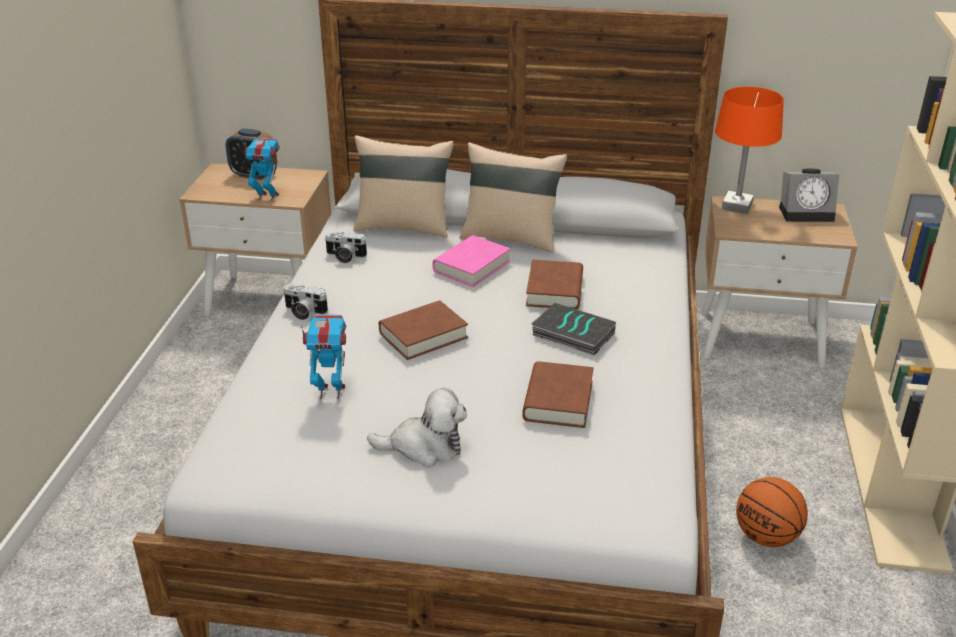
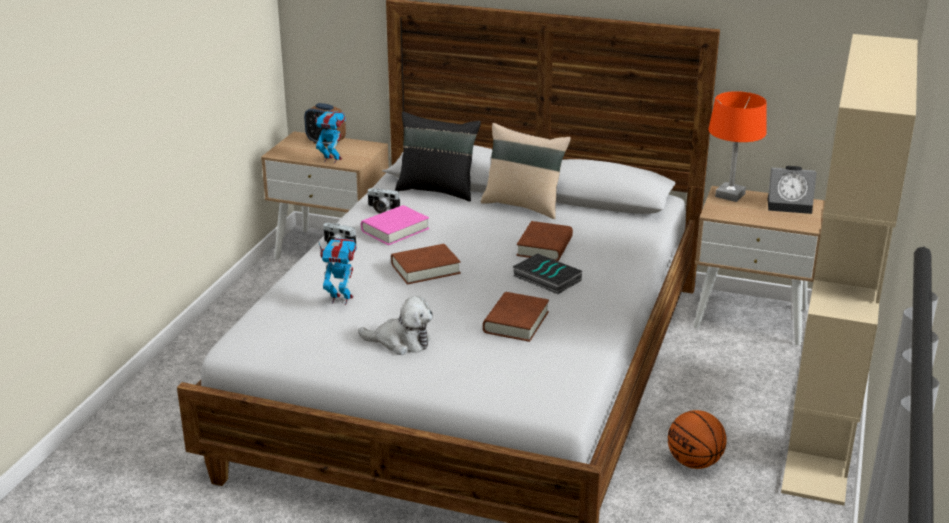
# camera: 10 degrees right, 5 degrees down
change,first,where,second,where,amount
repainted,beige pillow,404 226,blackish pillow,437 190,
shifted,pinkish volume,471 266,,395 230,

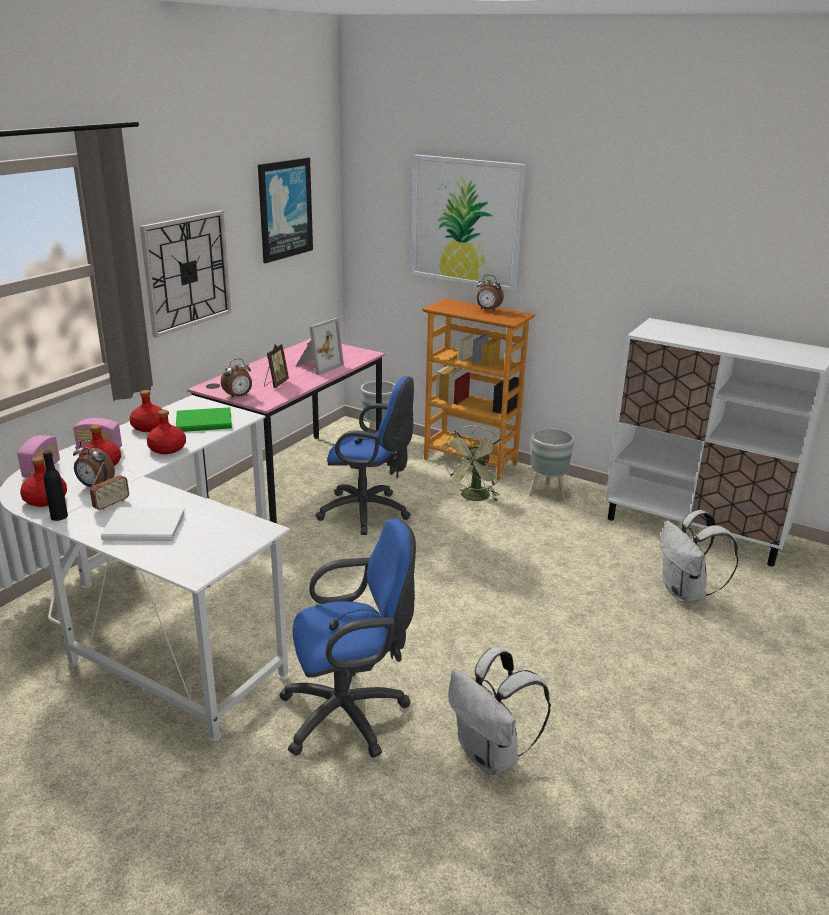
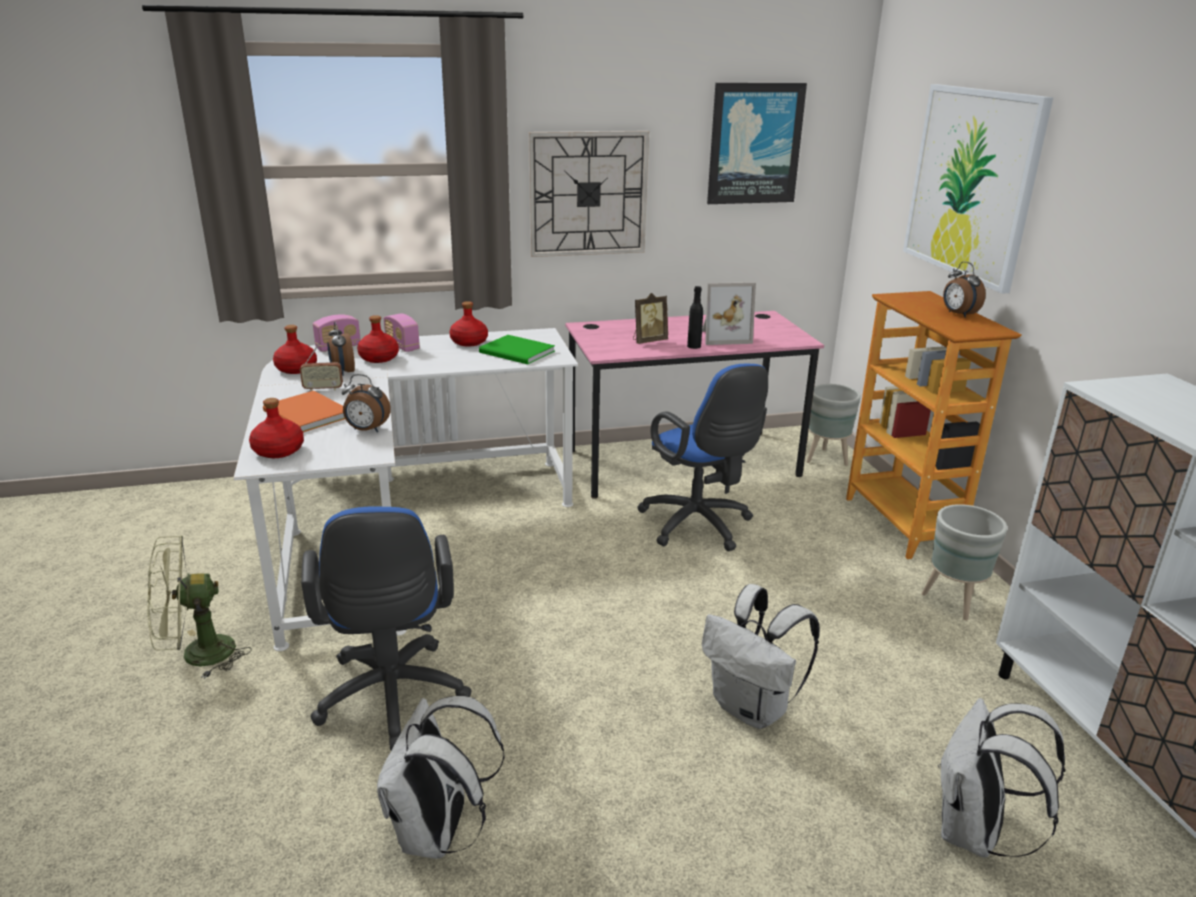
# camera: 45 degrees right, 0 degrees up
change,first,where,second,where,amount
shifted,alarm clock,238 396,,366 430,
shifted,red-coloured beverage bottle,167 449,,278 451,
shifted,greenish electric fan,474 498,,197 656,
shifted,blackish beverage bottle,59 516,,694 346,
repainted,white volume,146 528,orangey volume,306 415,
rotated,blue-coloured office chair,351 714,,392 701,45 degrees clockwise
new,,,white rucksack,752 708,

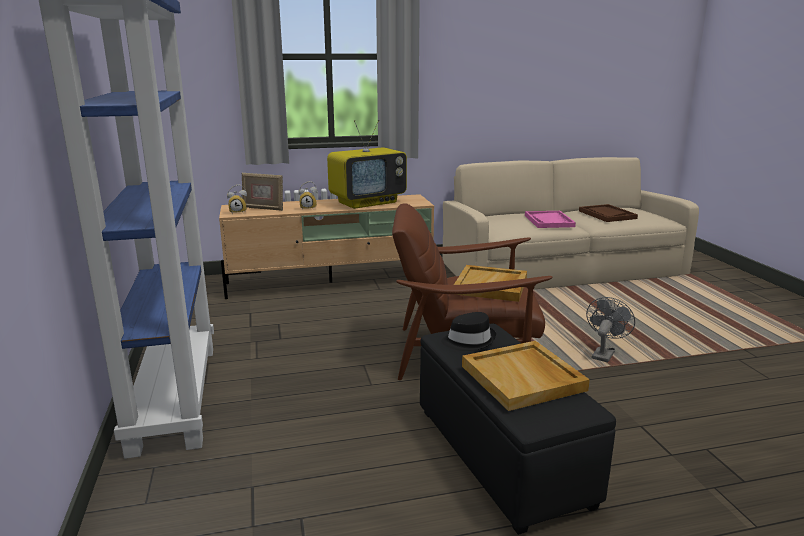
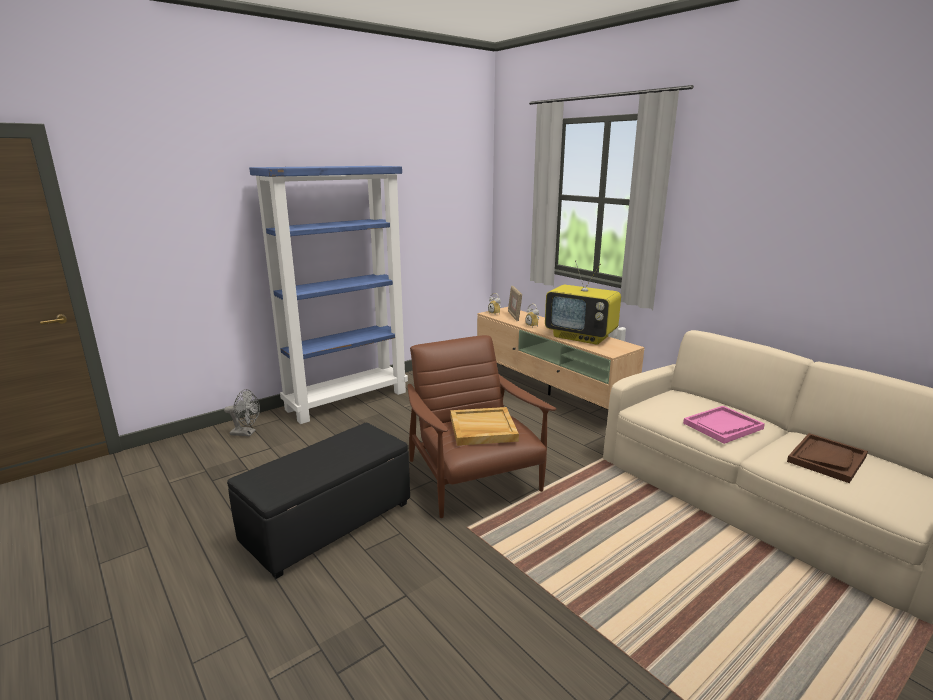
# camera: 65 degrees right, 0 degrees up
change,first,where,second,where,amount
shifted,grey electric fan,603 354,,246 433,
gone,blackish hat,469 341,,,
gone,beige tray,524 378,,,

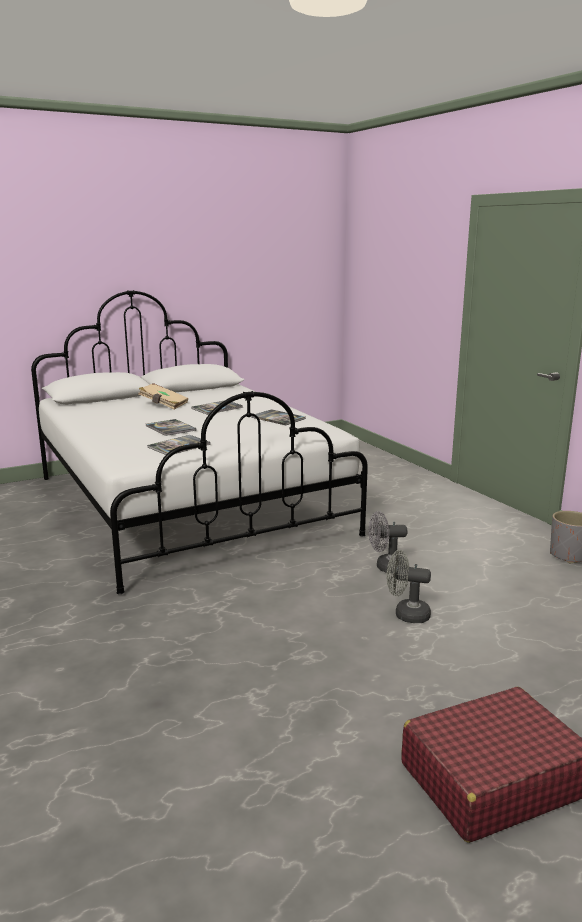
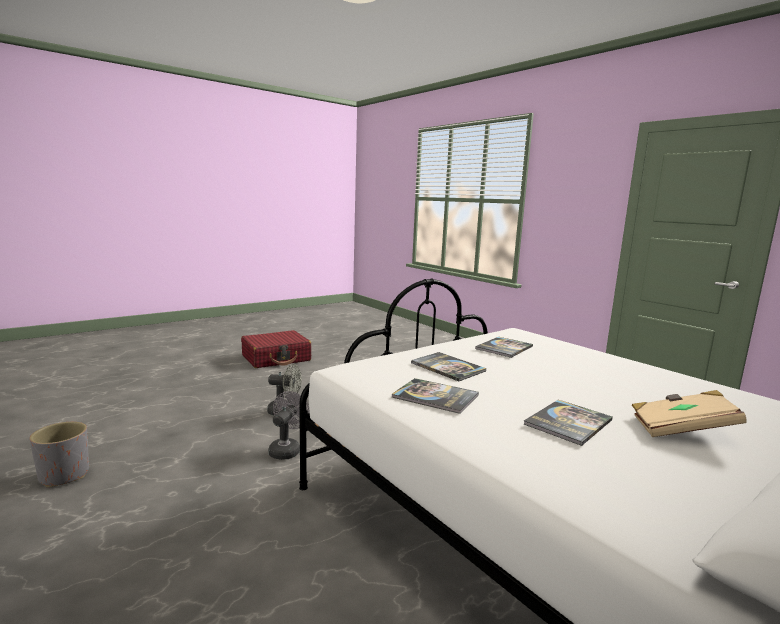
# camera: 170 degrees right, 5 degrees down
change,first,where,second,where,amount
shifted,volume,170 428,,448 367,
rotated,grey electric fan,386 567,,286 449,60 degrees counterclockwise

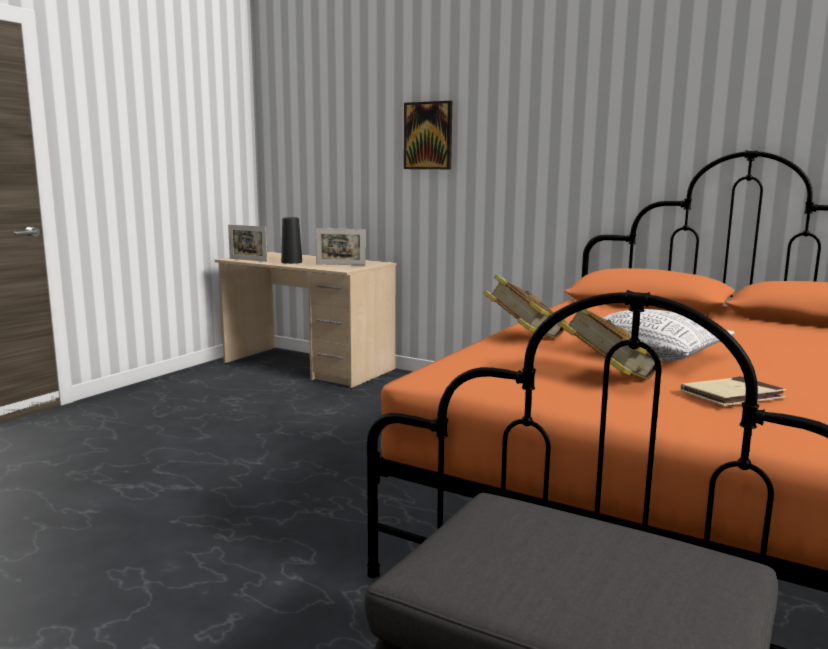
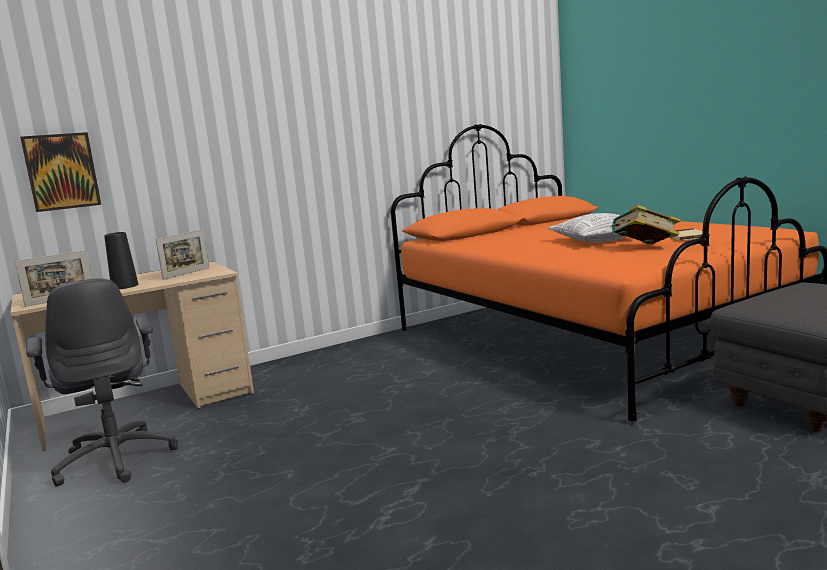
# camera: 60 degrees left, 0 degrees up
change,first,where,second,where,amount
shifted,wall art,428 135,,61 171,
gone,volume,523 337,,,
new,,,grey office chair,117 459,

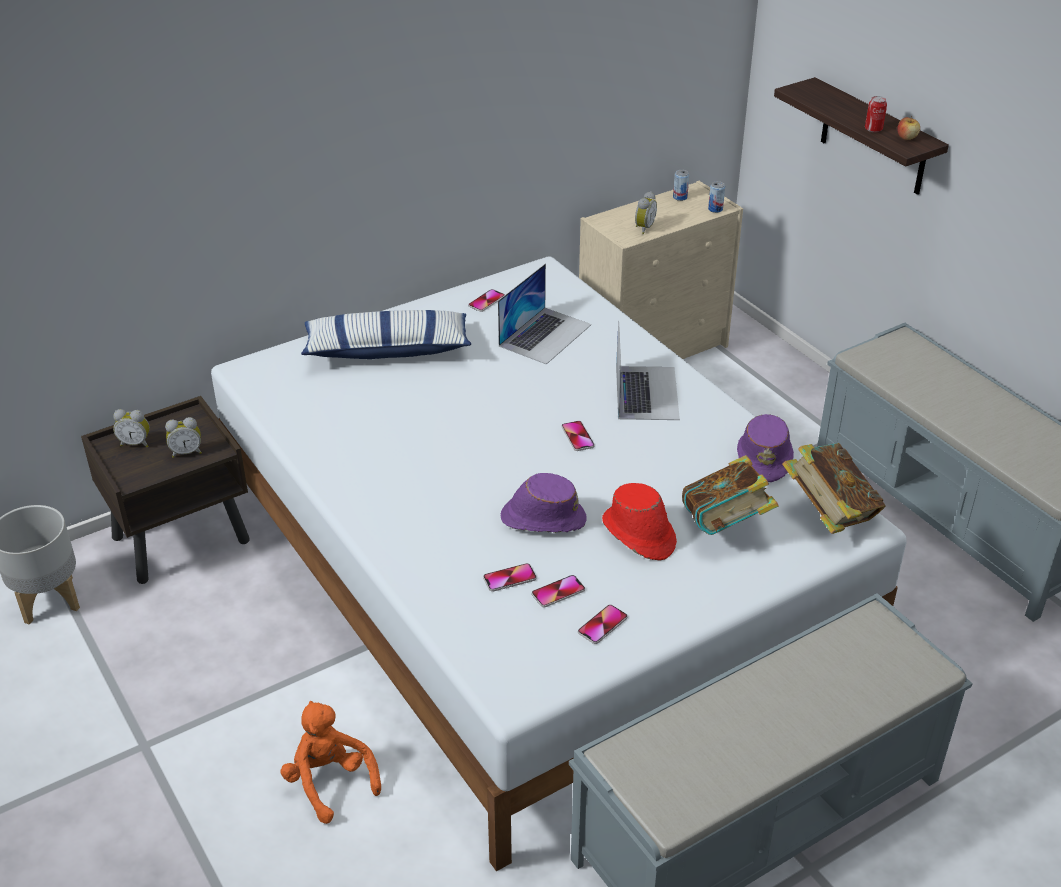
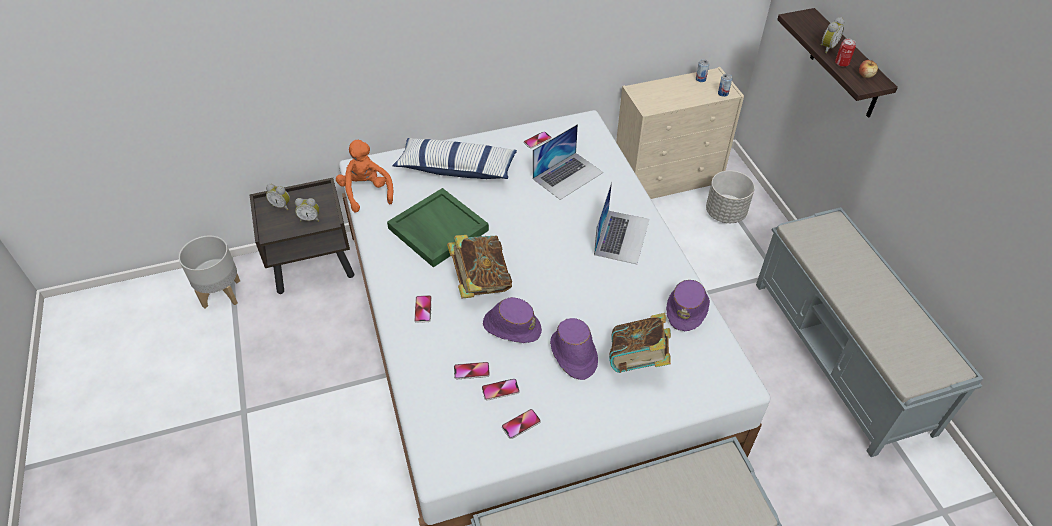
# camera: 15 degrees right, 10 degrees up
change,first,where,second,where,amount
shifted,alarm clock,643 228,,827 47,
shifted,telephone,577 437,,423 309,
shifted,volume,829 513,,480 281,
repainted,red-coloured hat,638 535,purple hat,573 355,
shifted,orangey soft toy,329 782,,366 192,
new,,,grey flower pot,725 213,
new,,,greenish tray,437 229,

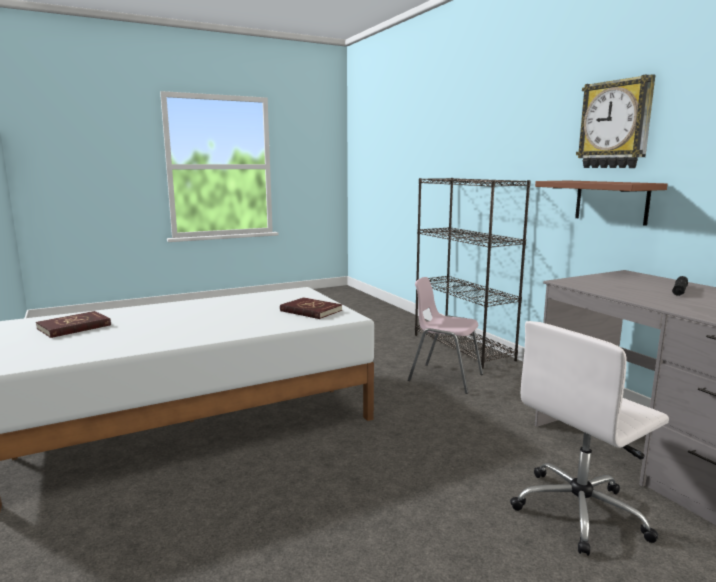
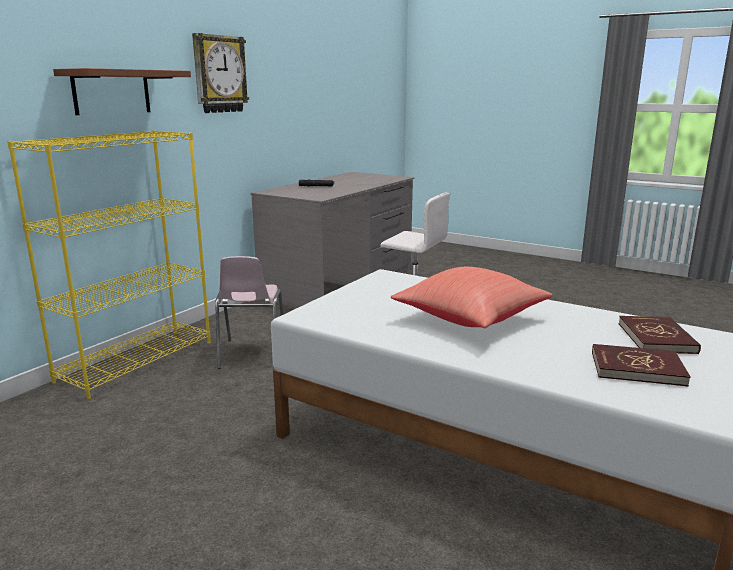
# camera: 120 degrees left, 5 degrees up
change,first,where,second,where,amount
repainted,blackish shelving unit,463 347,yellow shelving unit,137 361,
shifted,brownish shelf,611 201,,111 92,
shifted,red-coloured volume,310 311,,657 338,
new,,,red-coloured pillow,472 319,

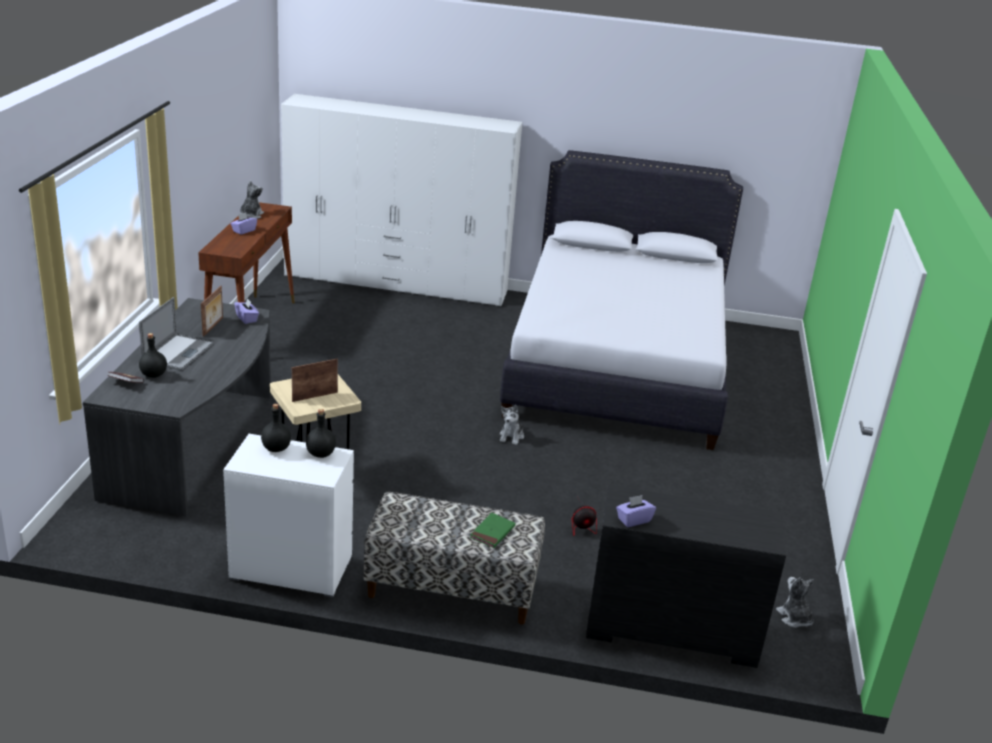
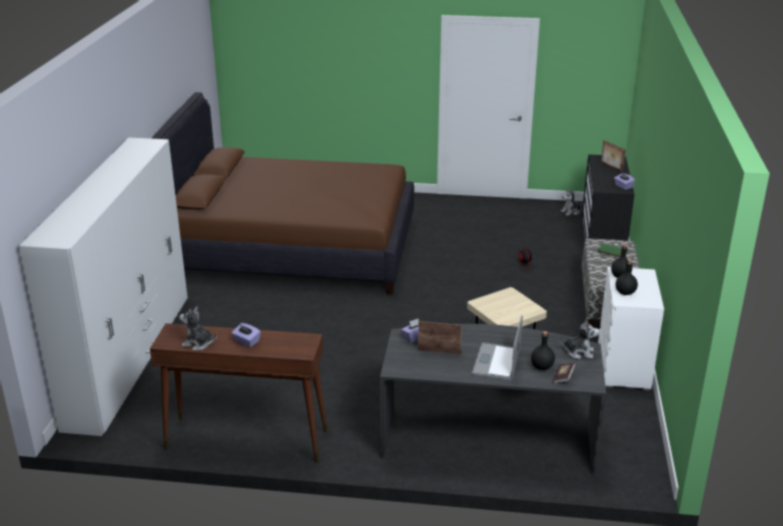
# camera: 90 degrees left, 0 degrees up
change,first,where,second,where,amount
repainted,white bedroom bed,616 364,brownish bedroom bed,294 249,
rotated,portable computer,178 352,,496 361,90 degrees counterclockwise
shifted,photo frame,314 396,,611 167,
shifted,soft toy,511 436,,579 352,

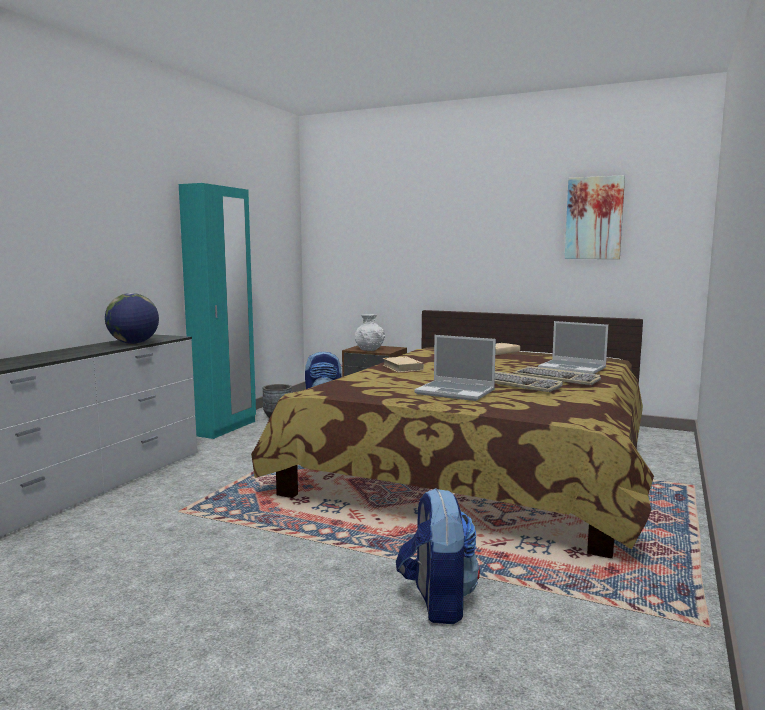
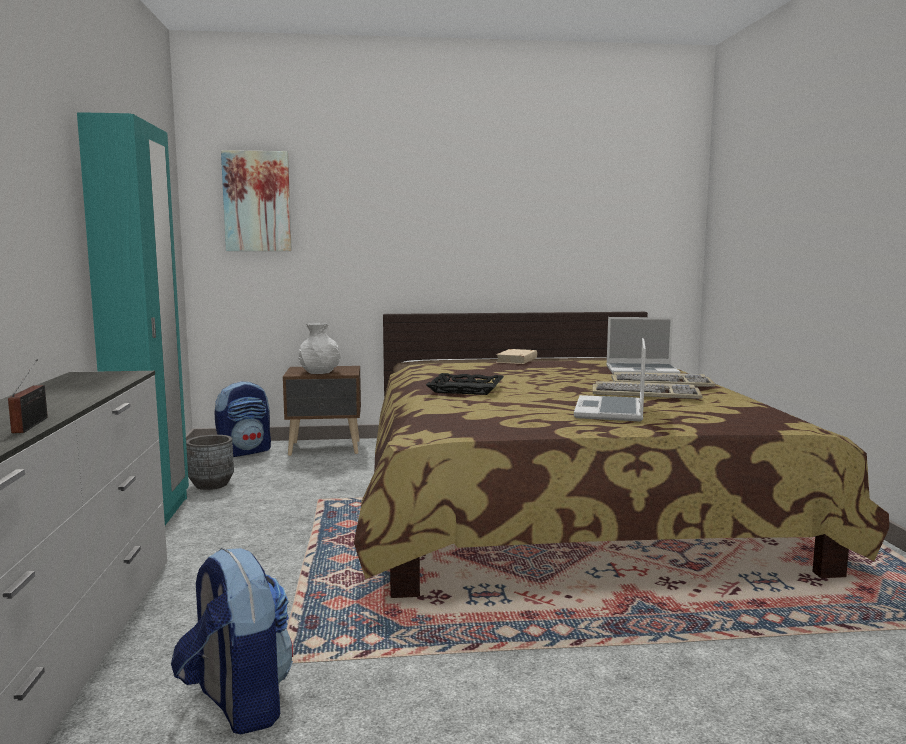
# camera: 30 degrees left, 0 degrees up
change,first,where,second,where,amount
shifted,wall art,594 218,,257 201,
gone,desk globe,134 343,,,
rotated,portable computer,456 392,,611 411,105 degrees clockwise
swapped,beige volume,402 367,blackish tray,466 389,
shifted,rucksack,437 601,,237 703,
new,,,radio set,32 424,

